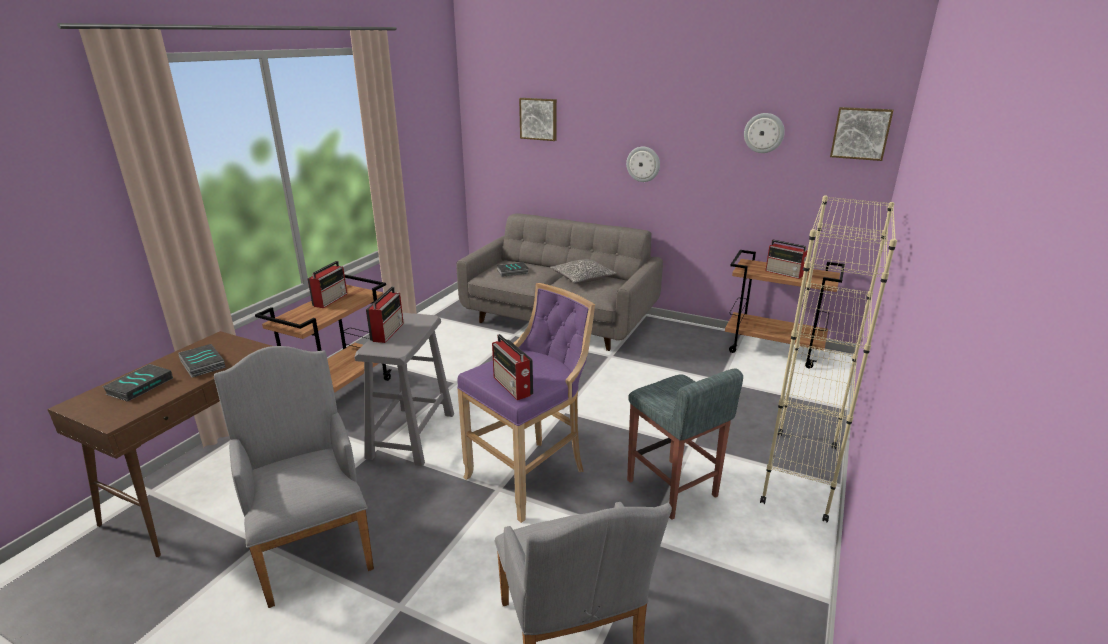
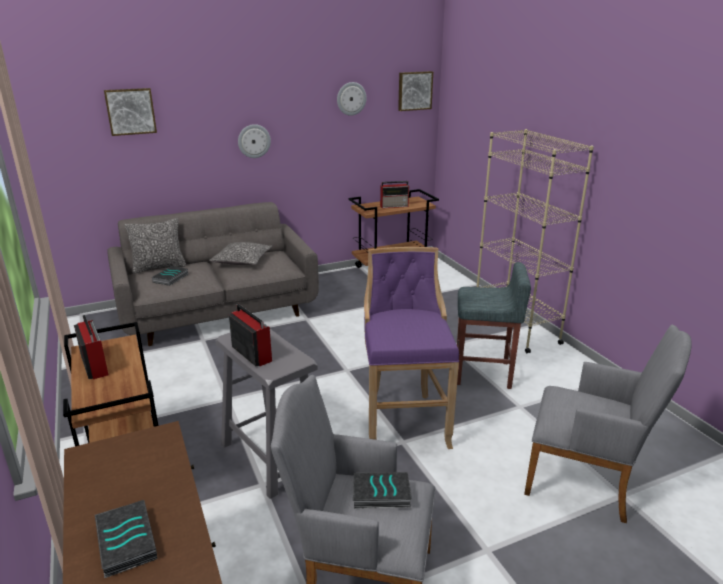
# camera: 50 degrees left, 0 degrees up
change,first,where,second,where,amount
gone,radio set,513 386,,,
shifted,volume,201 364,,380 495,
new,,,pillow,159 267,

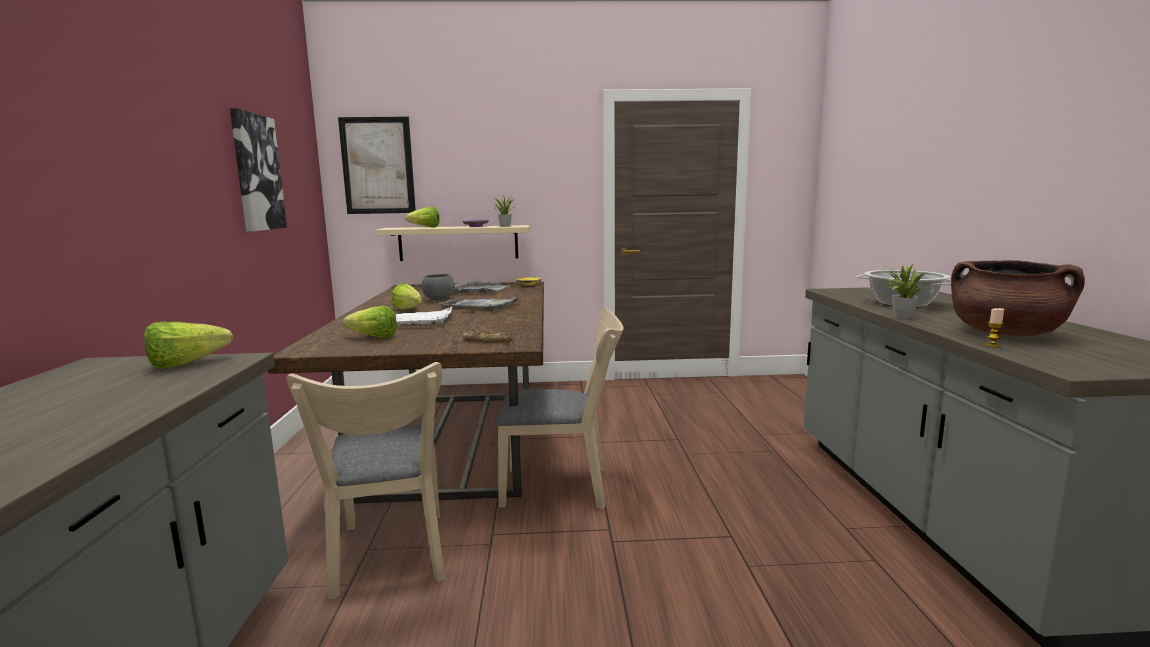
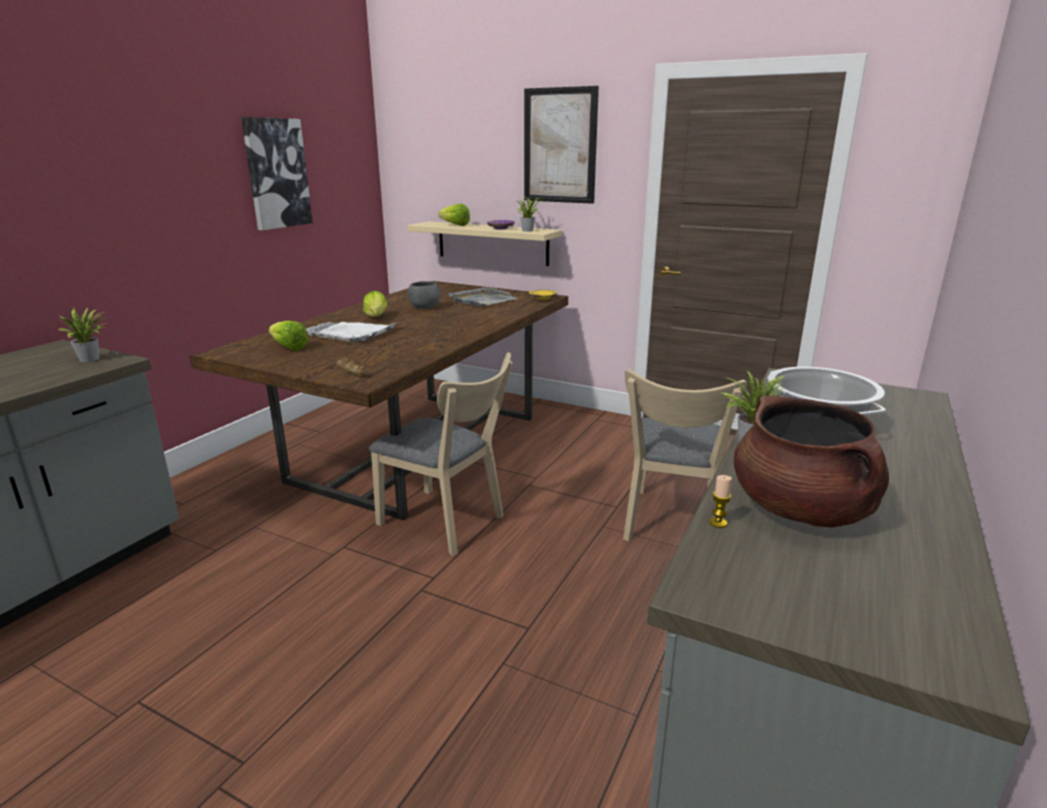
# camera: 30 degrees right, 10 degrees up
change,first,where,second,where,amount
shifted,wall art,378 166,,560 146,
gone,grey tray,480 306,,,
swapped,lettuce,194 363,houseplant,92 359,
shifted,beige upright chair,390 559,,670 525,

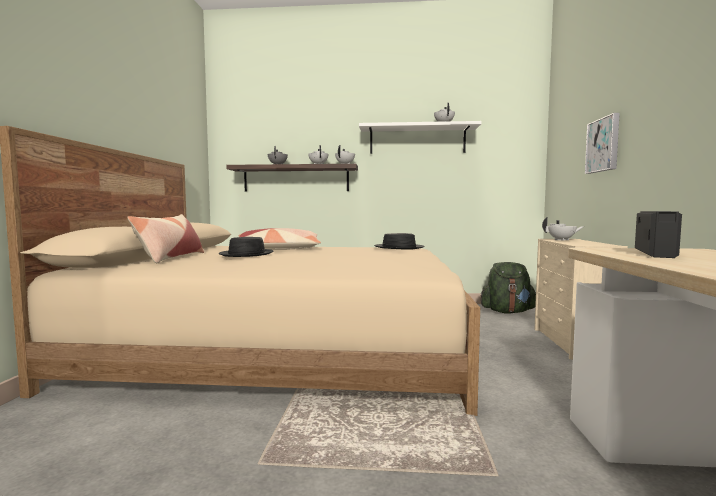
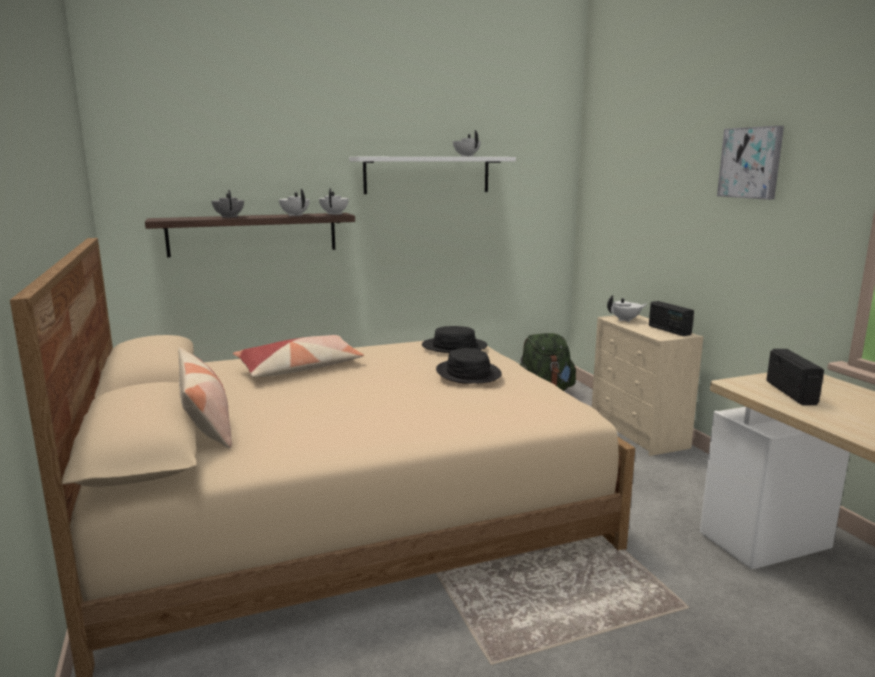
# camera: 25 degrees left, 10 degrees up
change,first,where,second,where,amount
shifted,wall art,603 145,,751 163,
shifted,blackish hat,246 254,,468 373,
new,,,radio set,669 330,

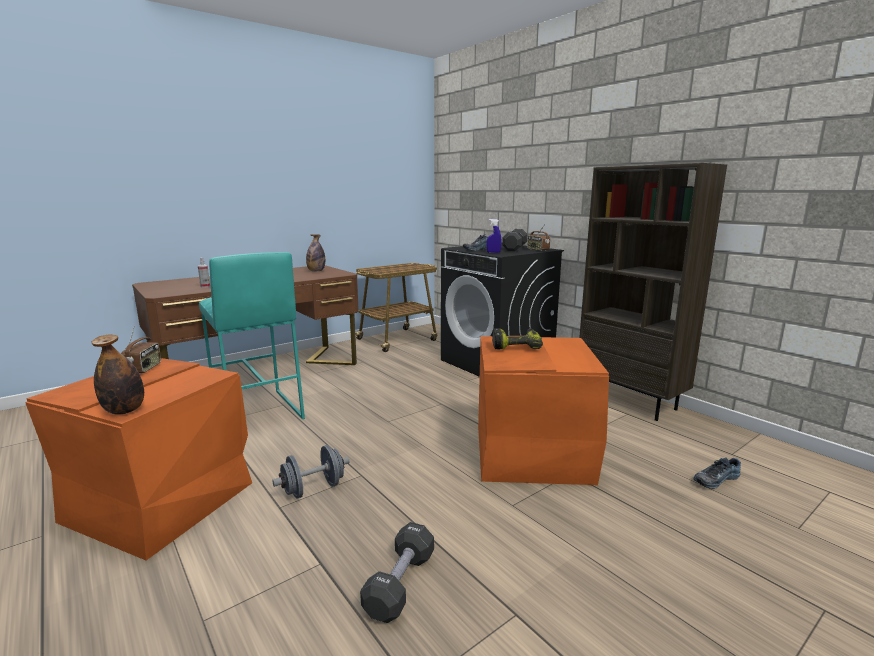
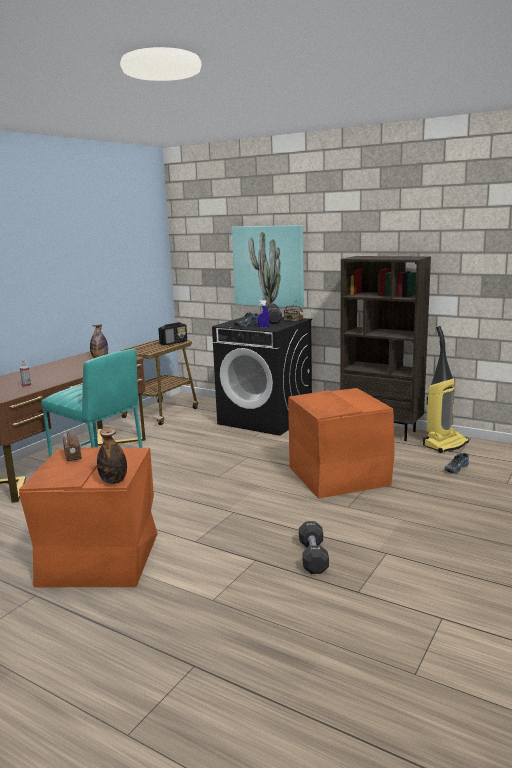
# camera: 20 degrees left, 0 degrees up
change,first,where,second,where,amount
gone,drill,516 345,,,
gone,grey hand weight,313 489,,,
new,,,wall art,268 266,
new,,,radio set,173 343,
new,,,hoover,445 444,

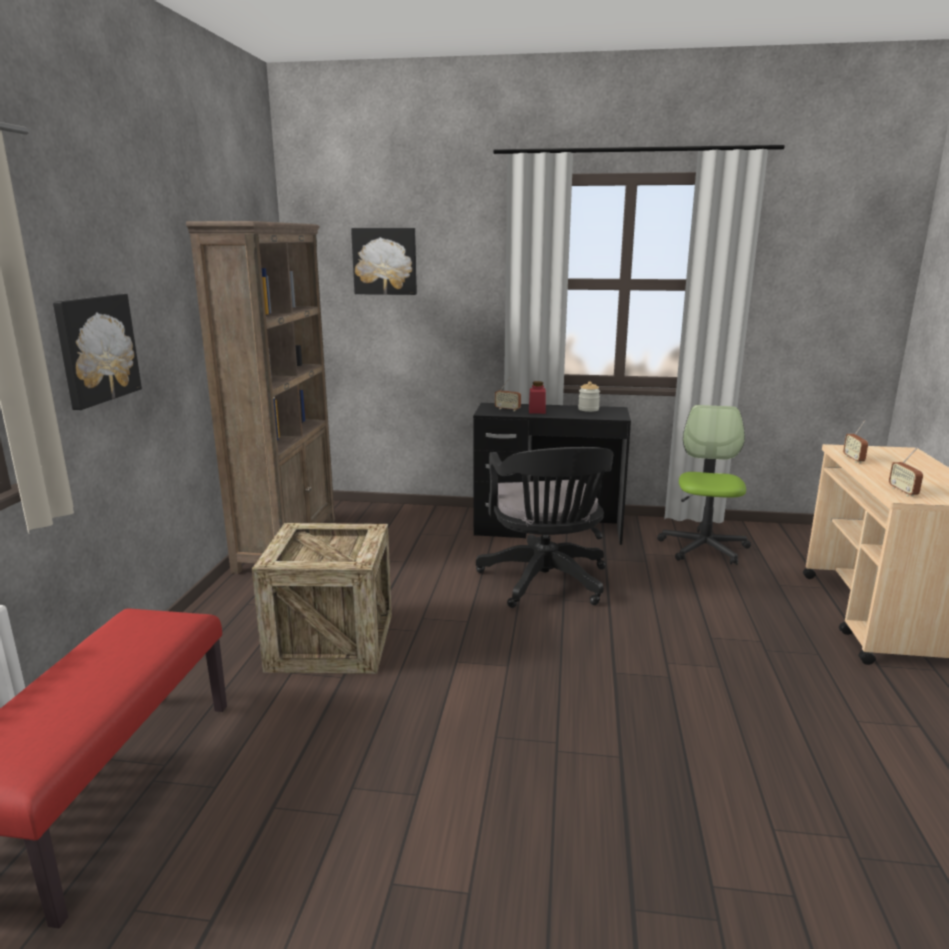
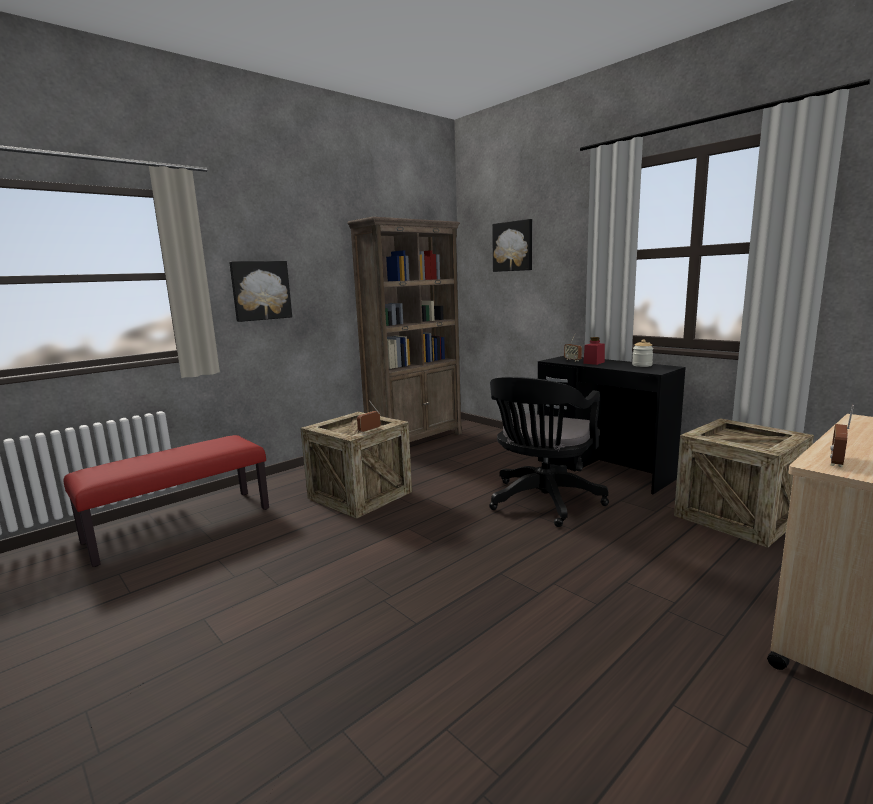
# camera: 40 degrees right, 5 degrees down
change,first,where,second,where,amount
swapped,office chair,703 548,shipping crate,737 517,
shifted,radio set,853 459,,369 430,

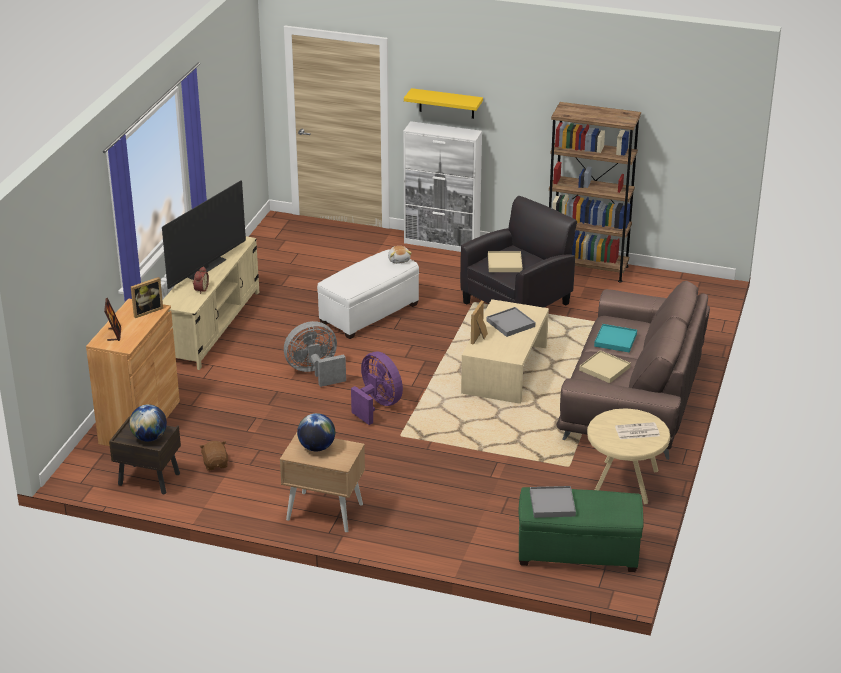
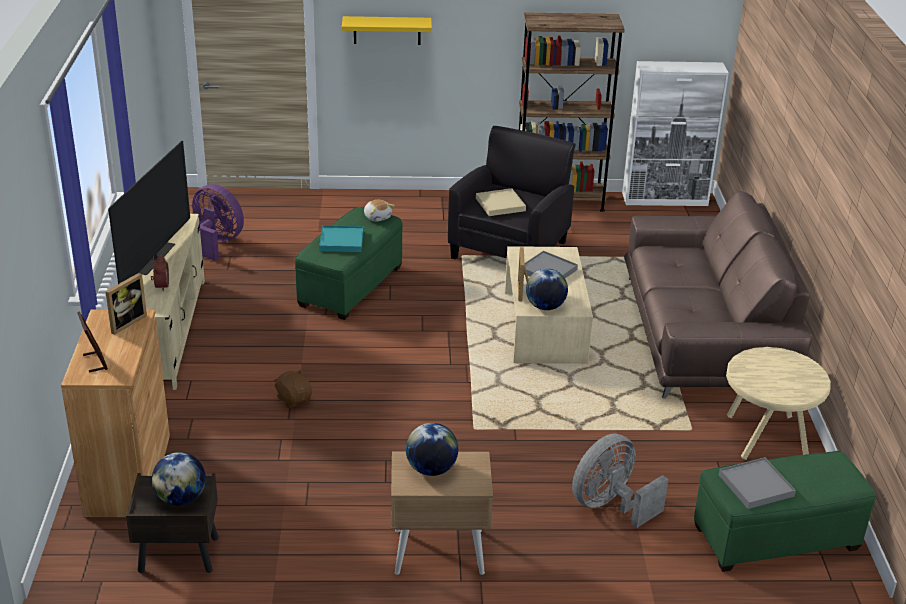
# camera: 20 degrees left, 0 degrees up
change,first,where,second,where,amount
shifted,white cabinet,442 243,,665 199,
repainted,white footrest,369 313,greenish footrest,350 286,
shifted,grey electric fan,315 373,,610 505,
shifted,turquoise-coloured tray,615 340,,341 241,
gone,beige tray,604 368,,,
shifted,purple electric fan,377 405,,216 243,
gone,newspaper,636 431,,,
shifted,brownish soft toy,215 464,,294 399,
new,,,desk globe,545 307,

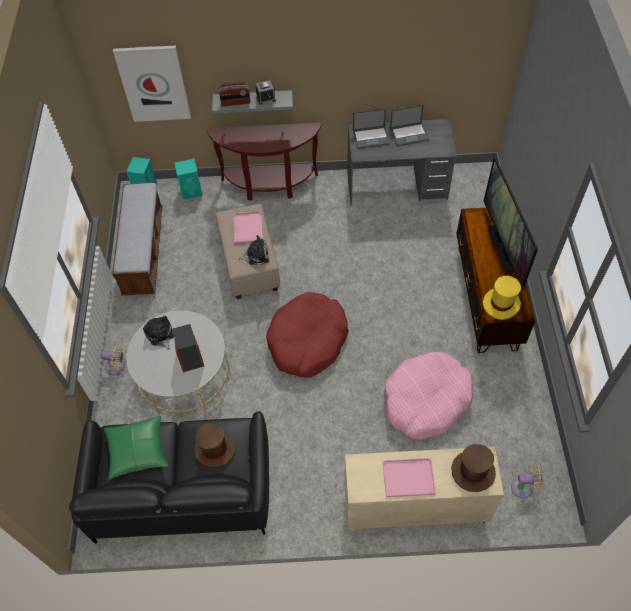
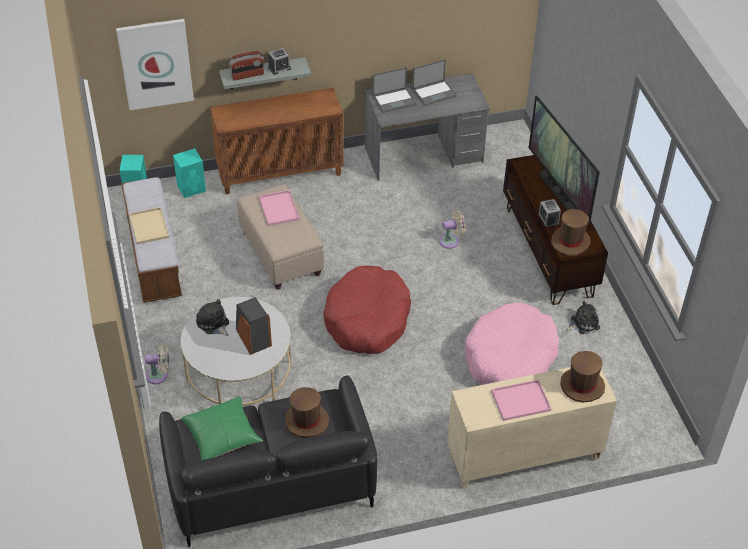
# camera: 15 degrees left, 10 degrees down
change,first,where,second,where,amount
swapped,brownish console table,269 186,brownish cabinet,280 172,
shifted,soft toy,256 255,,583 323,
repainted,yellow hat,501 304,brownish hat,570 242,
shifted,beige electric fan,524 487,,451 241,
new,,,alarm clock,548 219,
new,,,beige tray,150 227,

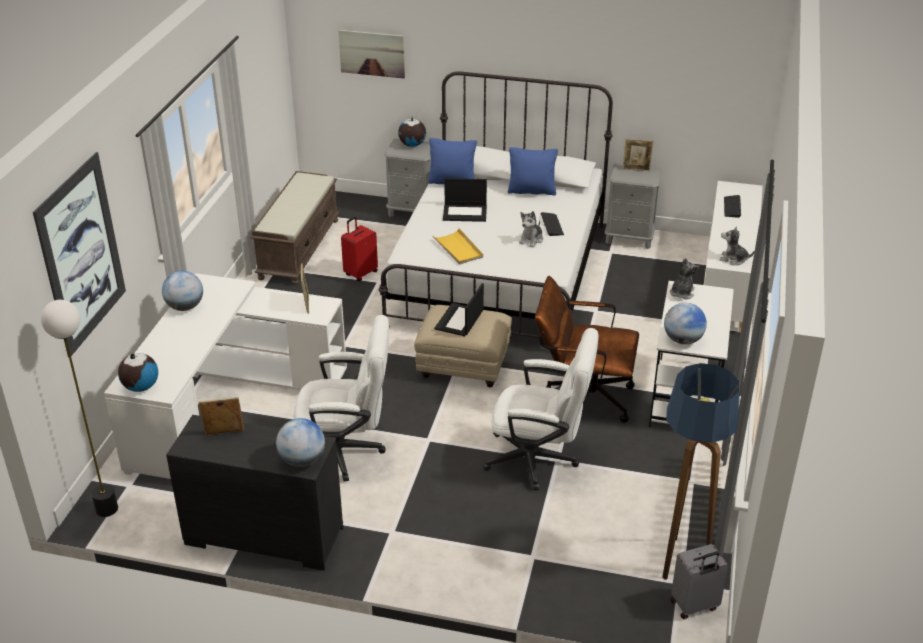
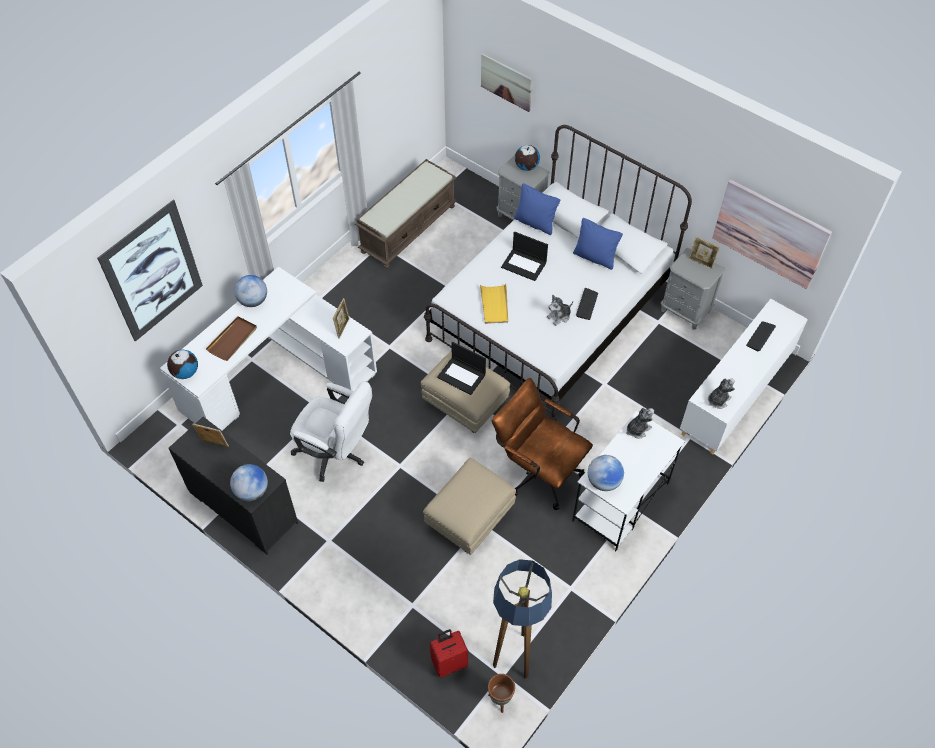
# camera: 25 degrees right, 20 degrees up
change,first,where,second,where,amount
shifted,red-coloured piece of luggage,360 273,,449 663,
rotated,soft toy,733 259,,718 400,90 degrees clockwise
rotated,portable computer,459 320,,462 376,105 degrees counterclockwise
gone,standing lamp,107 509,,,
swapped,white office chair,539 460,beige footrest,469 519,
swapped,grey piece of luggage,694 606,brownish flower pot,500 700,
new,,,wall art,770 233,
new,,,brownish tray,233 339,

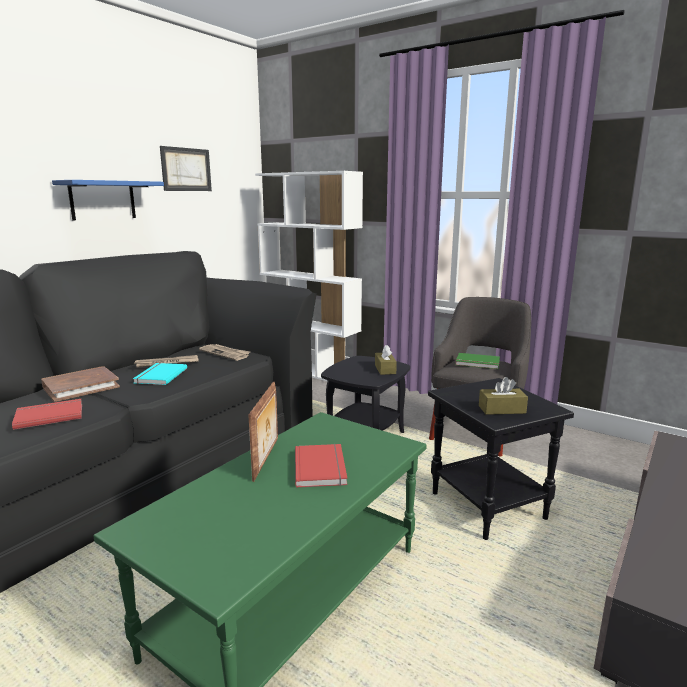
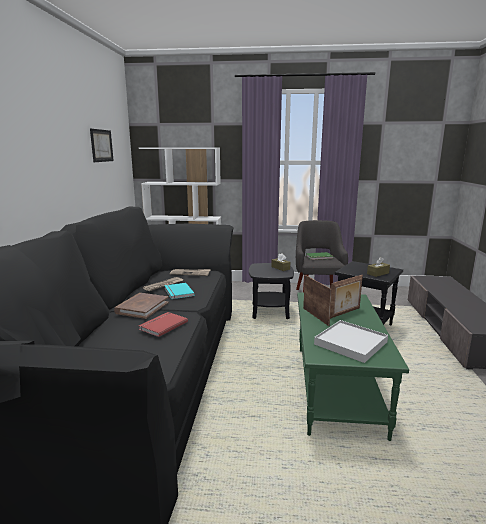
# camera: 30 degrees left, 0 degrees up
change,first,where,second,where,amount
gone,blue-coloured shelf,102 200,,,
swapped,red-coloured volume,322 467,photo frame,345 313,
new,,,white tray,350 343,

